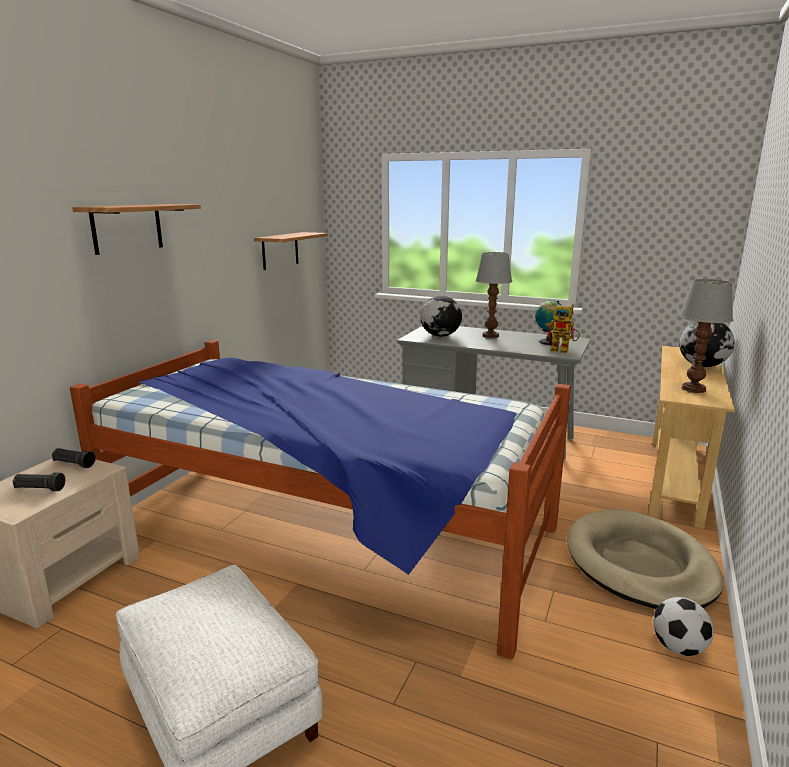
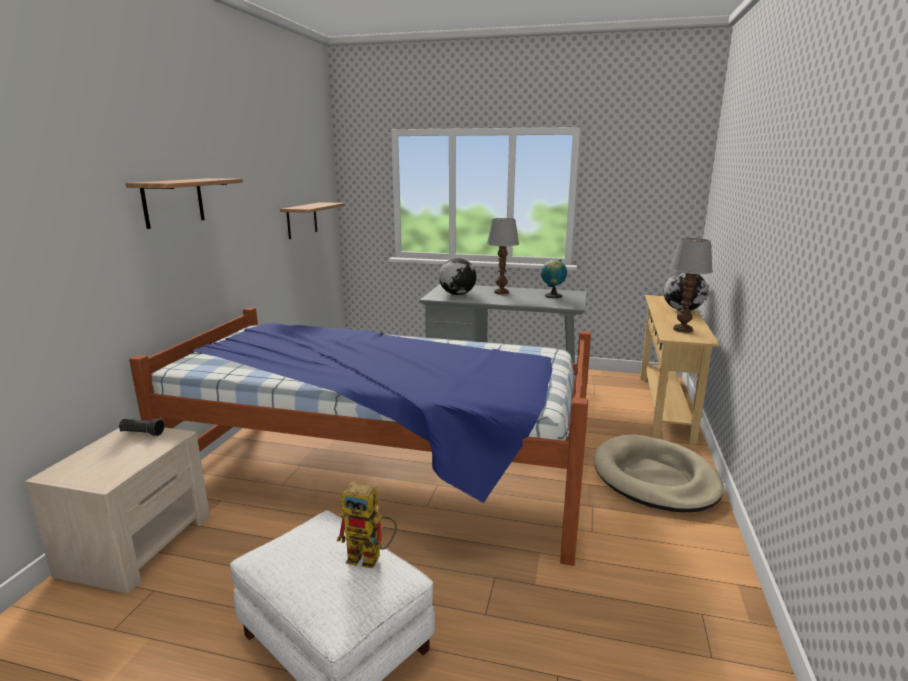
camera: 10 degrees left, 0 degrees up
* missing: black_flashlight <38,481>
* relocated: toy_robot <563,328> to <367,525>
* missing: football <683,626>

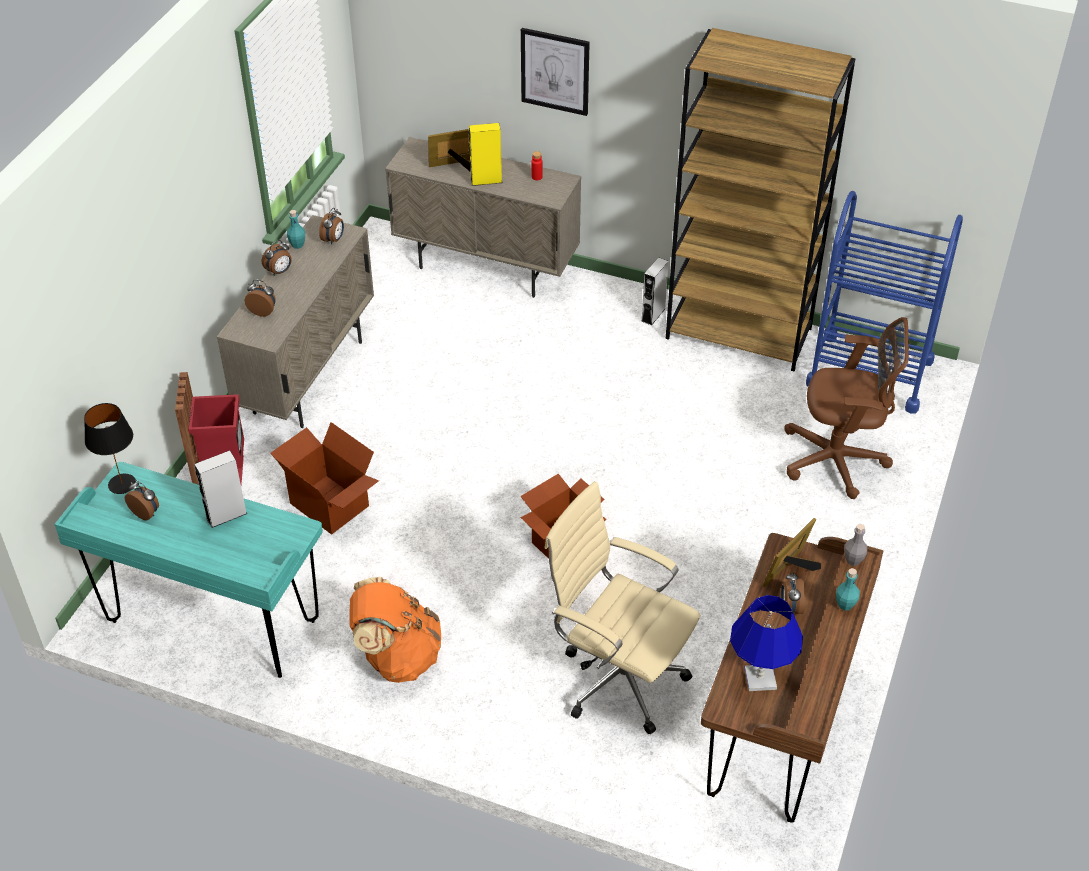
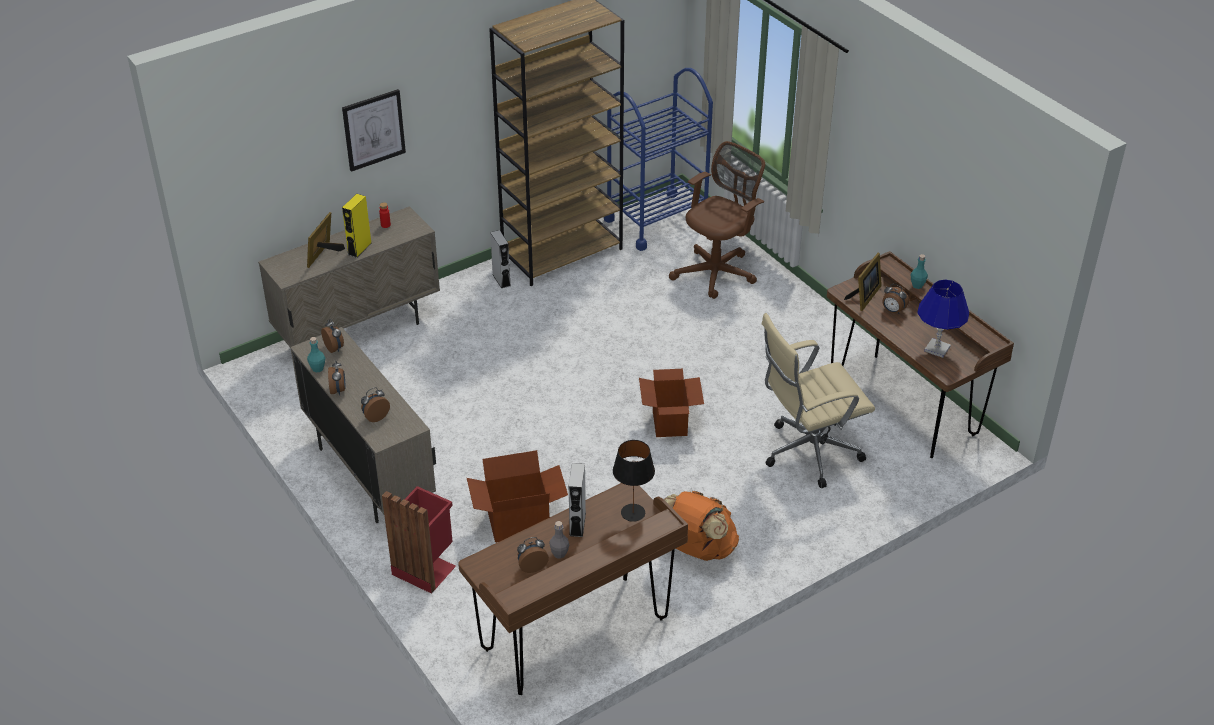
camera: 55 degrees left, 5 degrees down
* colour: turquoise_desk <188,570> to brown_desk <573,589>
* relocated: black_table_lamp <110,448> to <634,481>
* spun: picture_frame <792,553> = <863,282> 135 degrees counterclockwise
* relocated: grey_bottle <856,545> to <559,540>

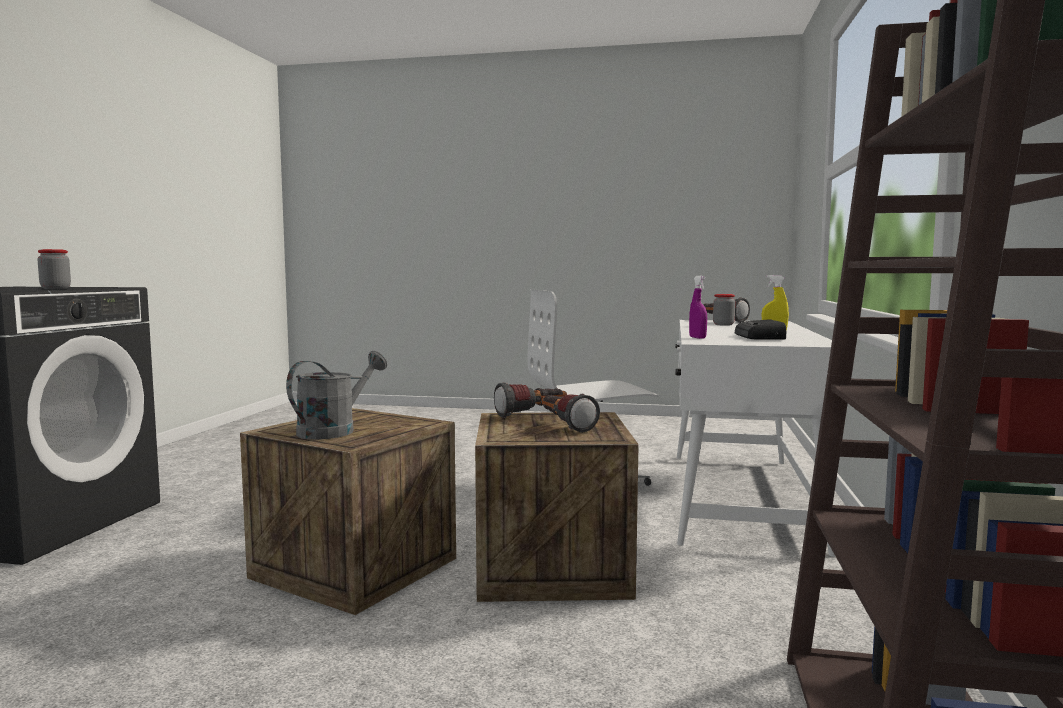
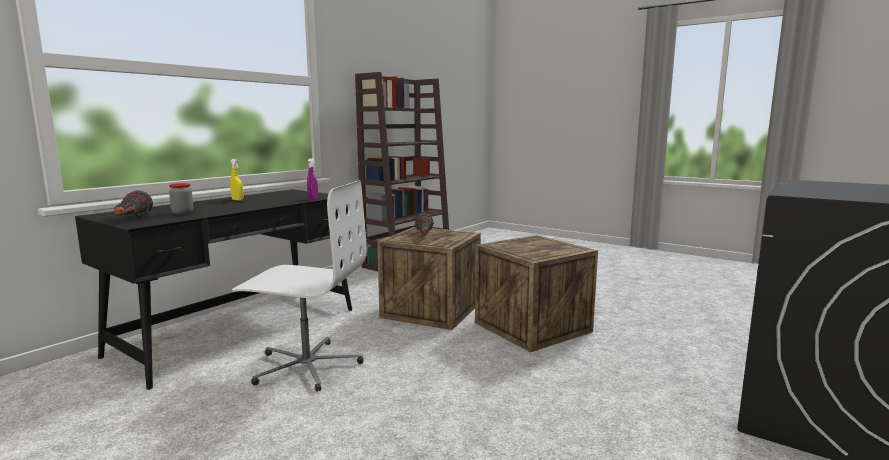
camera: 155 degrees left, 5 degrees up
* missing: jar <54,269>
* missing: grey_watering_can <336,395>
* missing: flashlight <530,400>
* colour: white_desk <755,438> to black_desk <213,289>
* missing: radio <760,329>

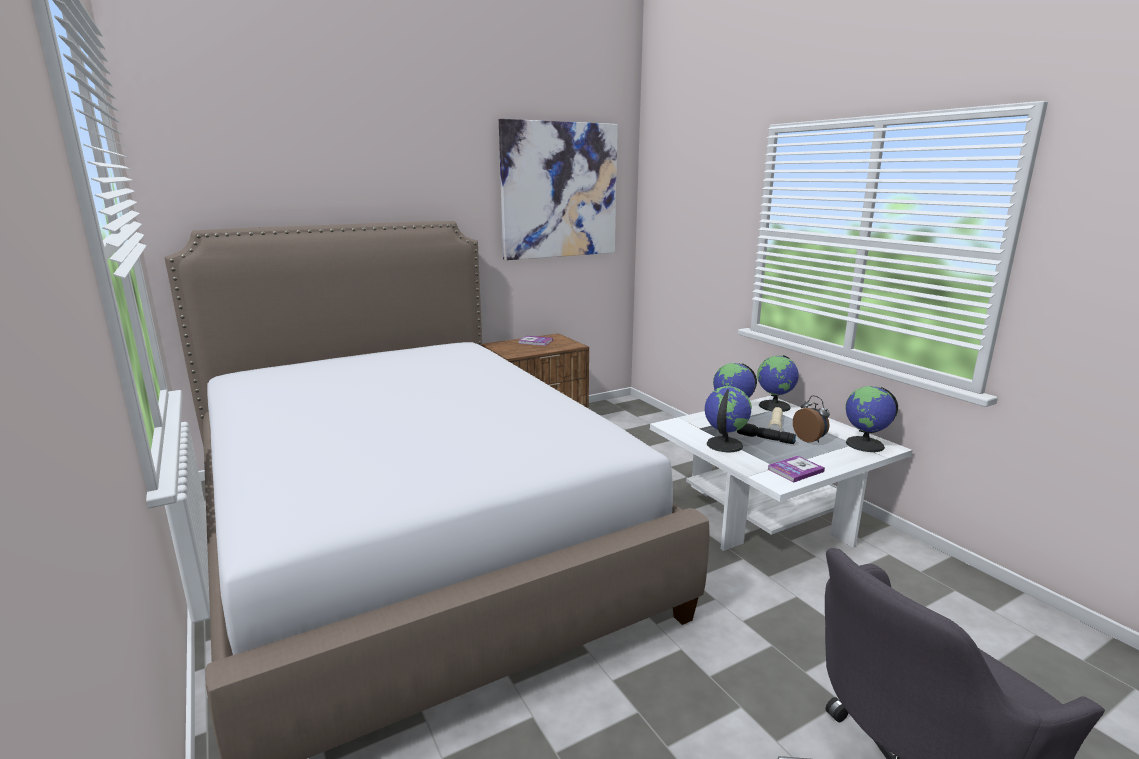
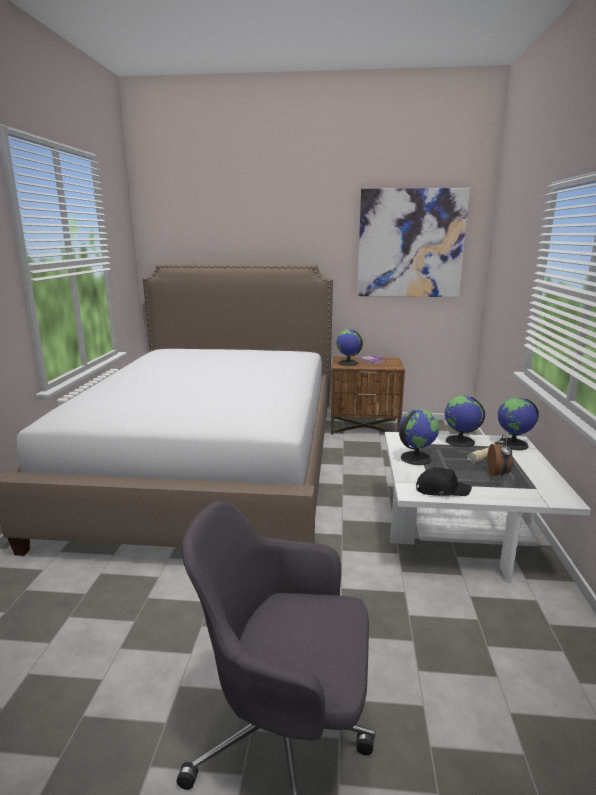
camera: 35 degrees right, 0 degrees up
* missing: black_flashlight <766,433>
* exchanged: book <796,469> to black_cap <444,482>
* relocated: globe <871,419> to <349,348>

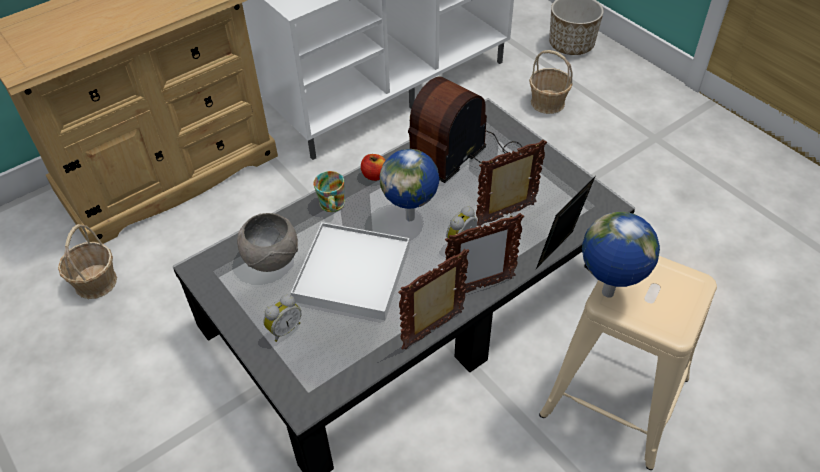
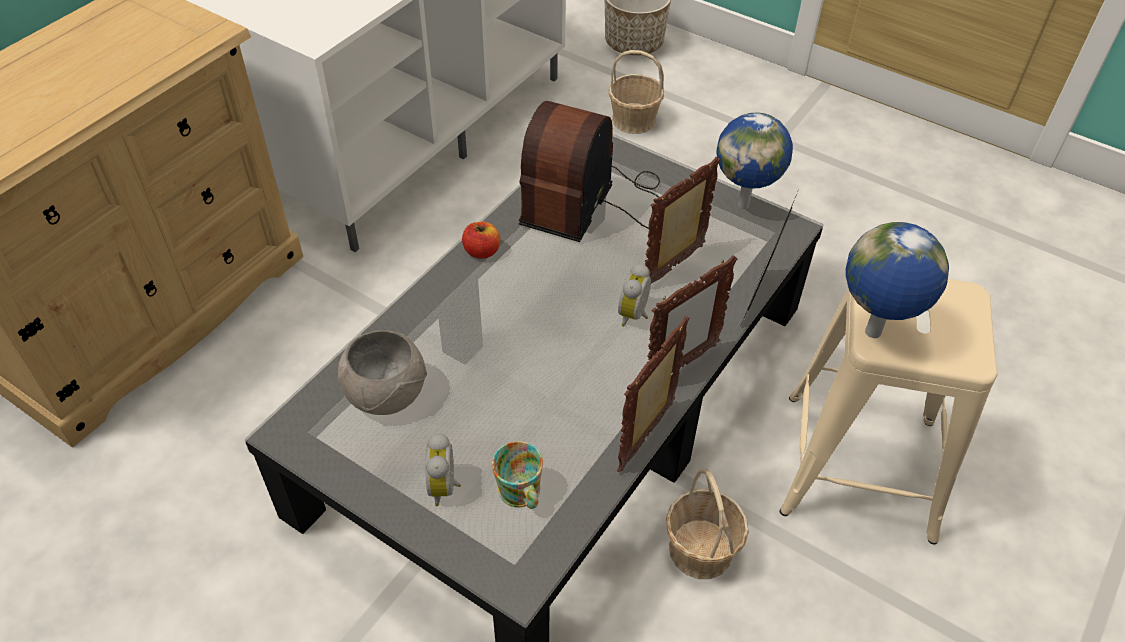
camera: 20 degrees left, 0 degrees up
* relocated: basket <87,261> to <707,524>
* spun: alarm_clock <282,318> = <443,469> 150 degrees clockwise
* missing: white_tray <350,271>
* relocated: mug <329,191> to <517,475>
* relocated: globe <409,185> to <754,160>

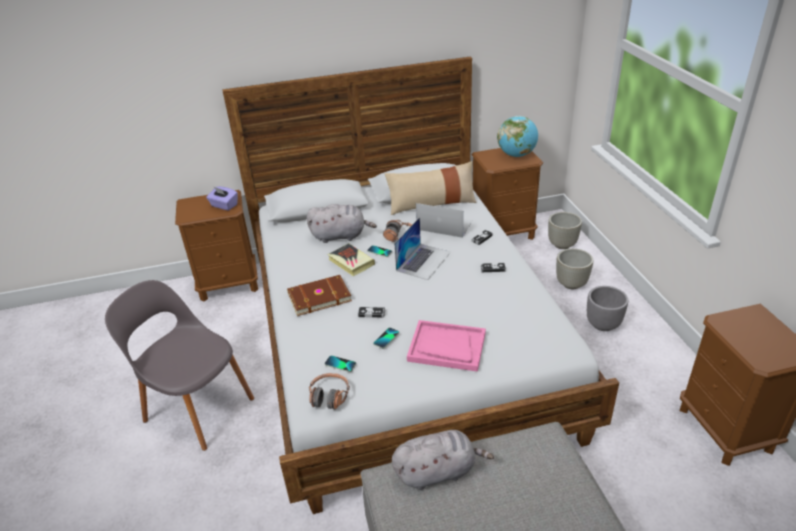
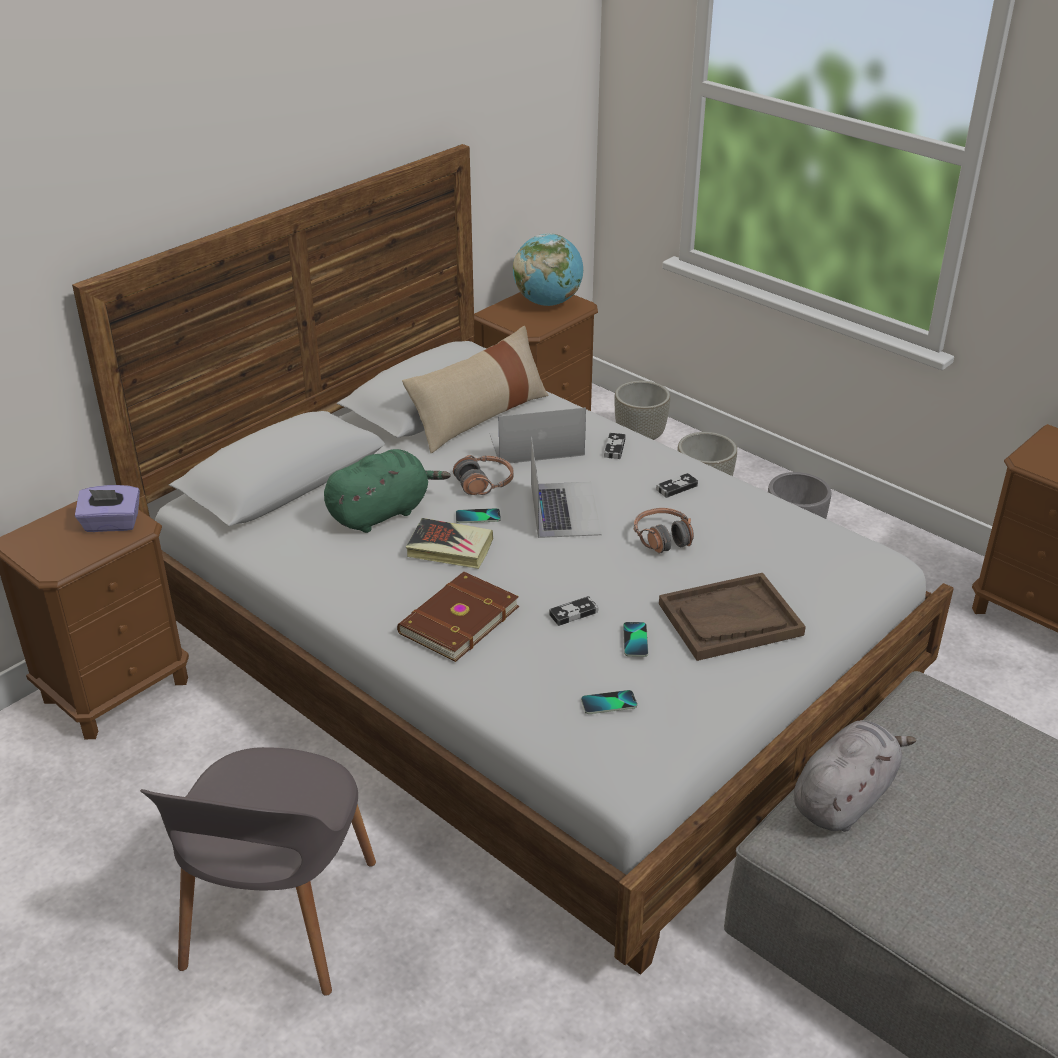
camera: 35 degrees left, 0 degrees up
* spun: grey_chair <179,365> = <258,871> 75 degrees counterclockwise
* colour: grey_plush_toy <342,223> to green_plush_toy <387,491>
* relocated: headphones <329,391> to <664,530>
* colour: pink_tray <446,346> to brown_tray <732,617>

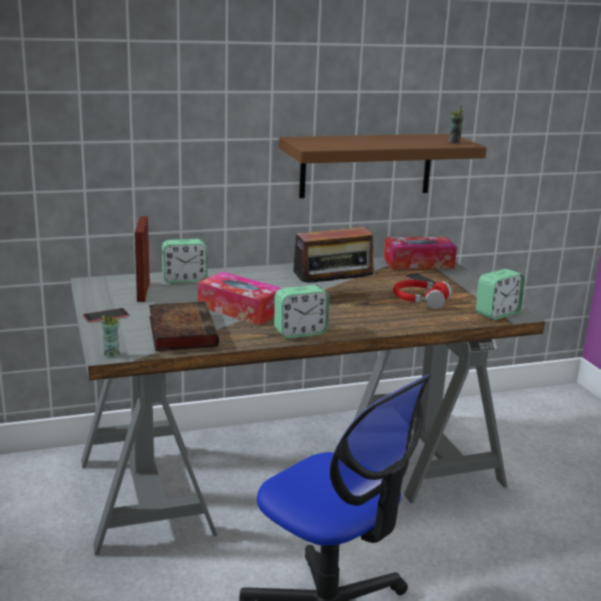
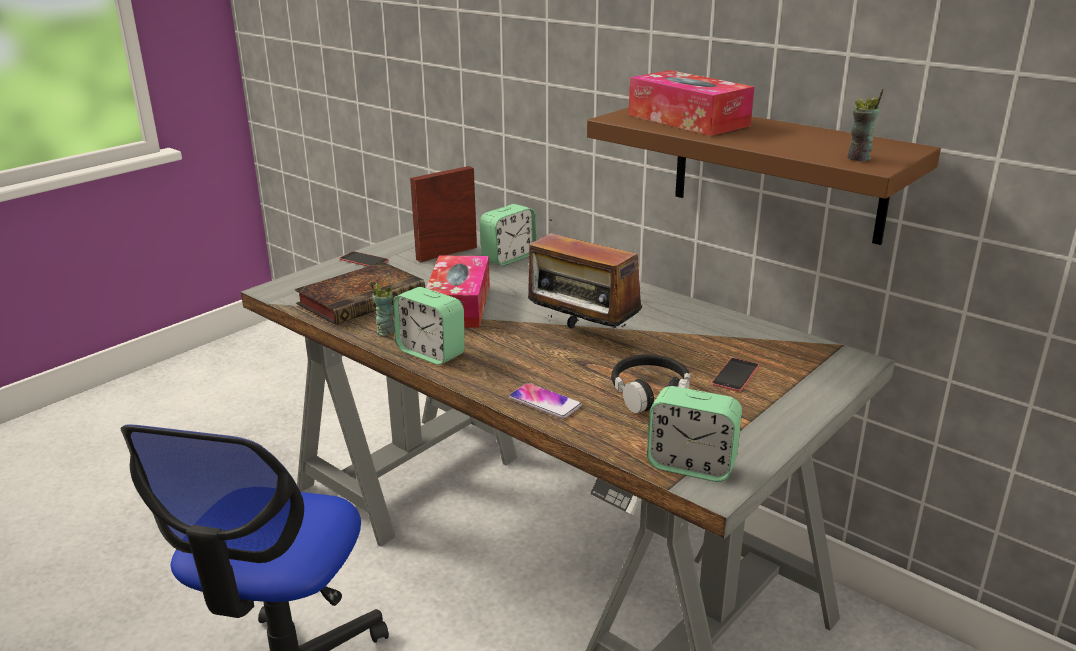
camera: 60 degrees right, 5 degrees up
* relocated: cup <110,336> to <382,309>
* spun: alarm_clock <185,261> = <508,234> 90 degrees counterclockwise
* relocated: tissue_box <420,253> to <691,103>
* colour: red_headphones <422,294> to black_headphones <650,383>
* appeared: phone <545,401>

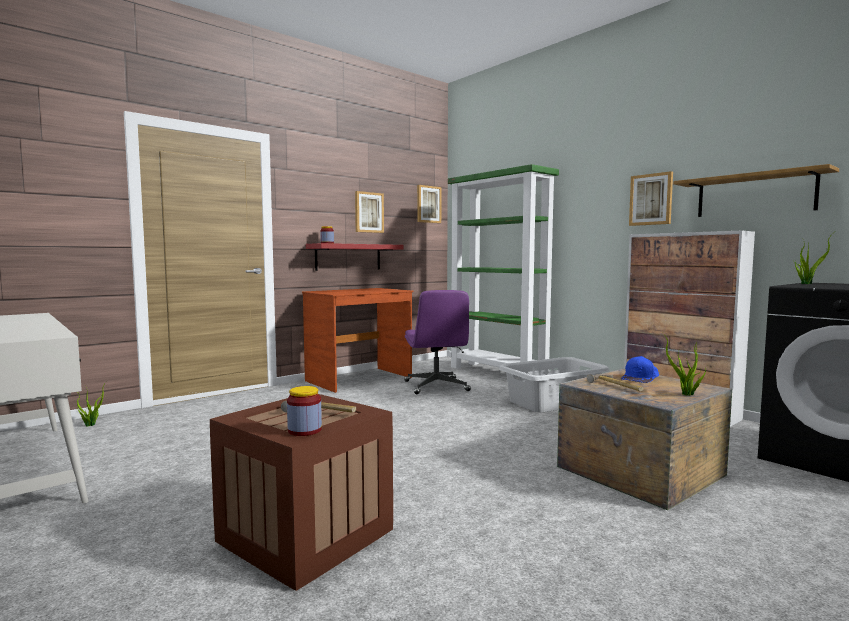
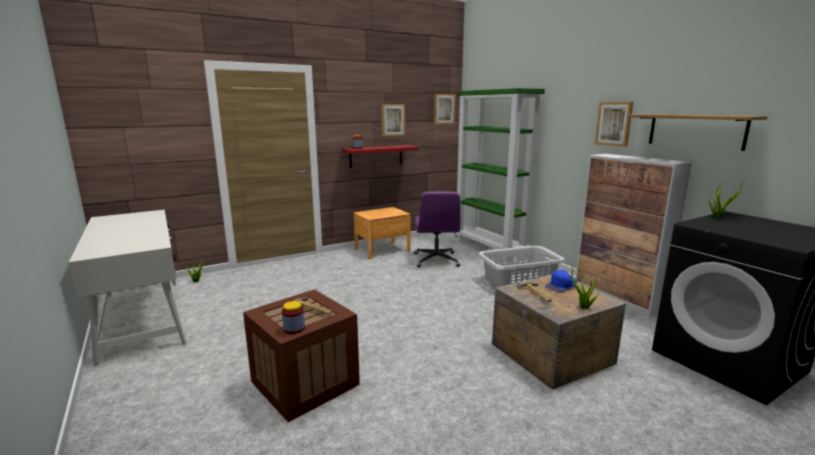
camera: 10 degrees right, 10 degrees up
* exchanged: brown_desk <357,340> to brown_nightstand <382,233>

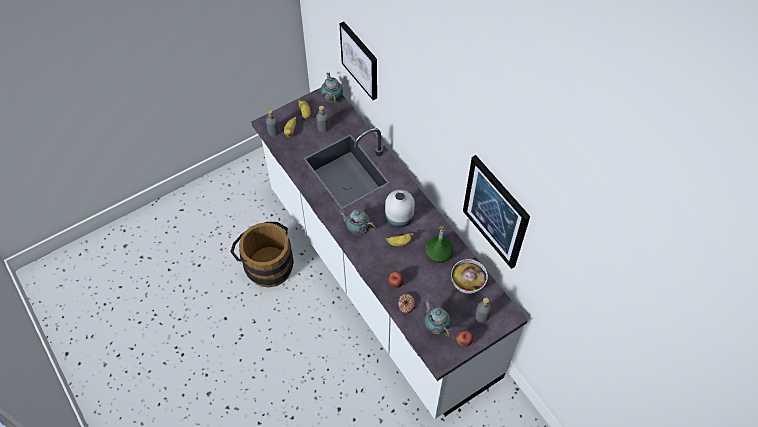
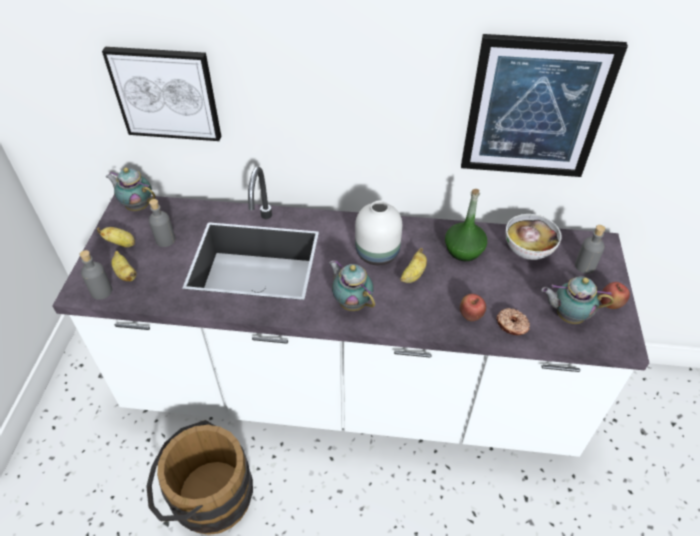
camera: 50 degrees left, 10 degrees down
* spun: teapot <357,222> = <352,285> 75 degrees clockwise

